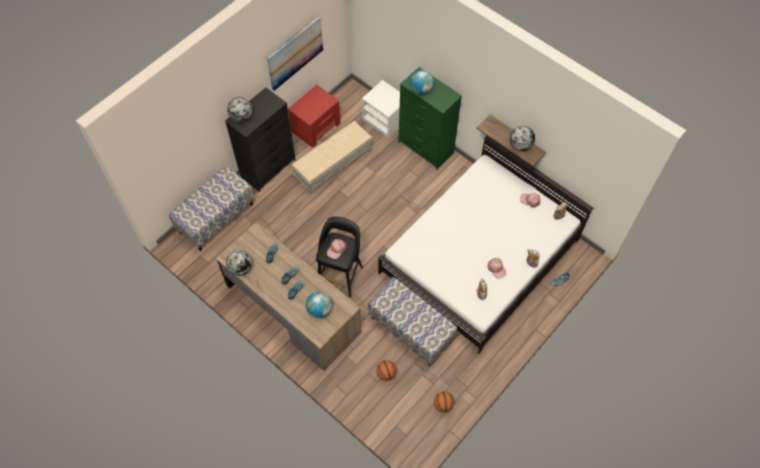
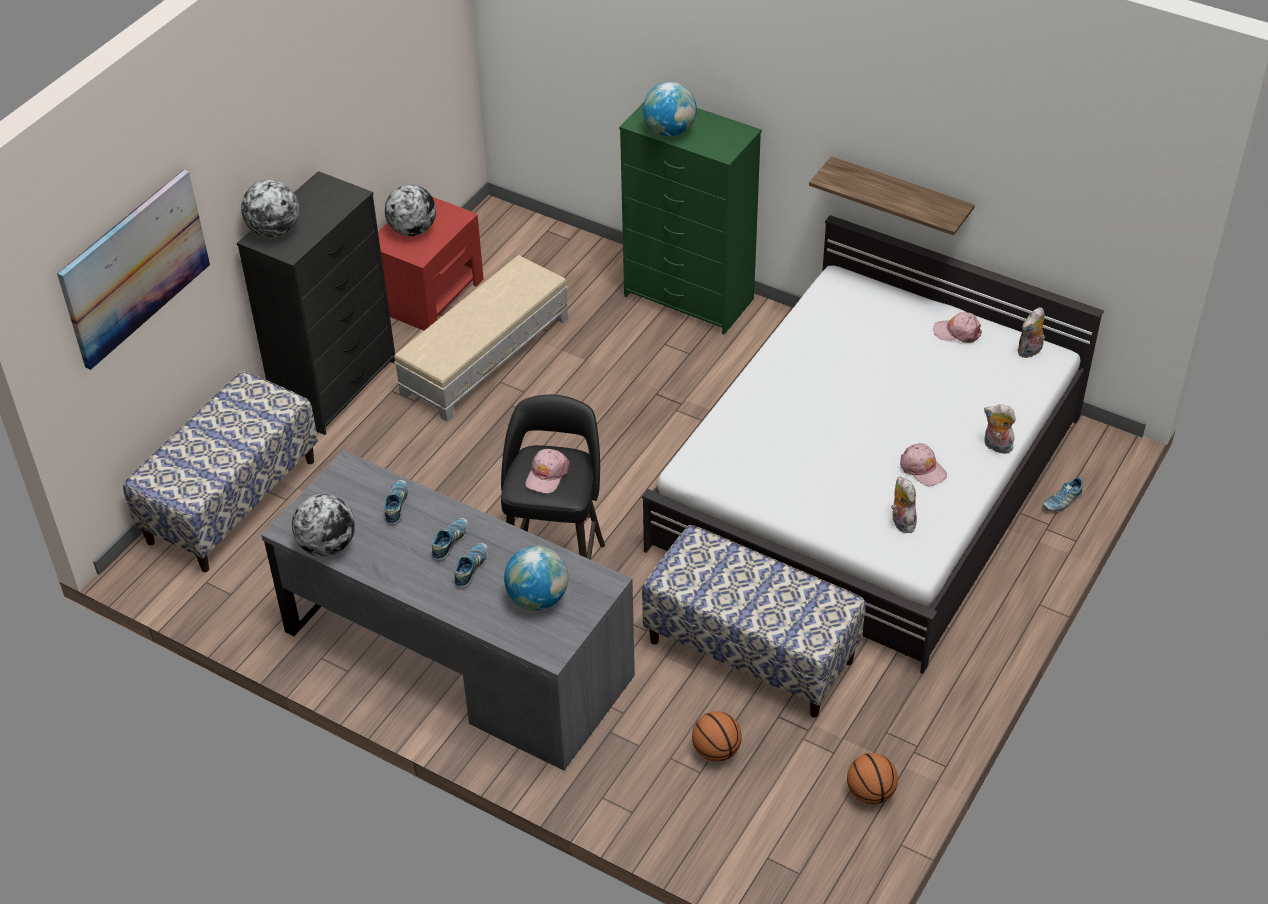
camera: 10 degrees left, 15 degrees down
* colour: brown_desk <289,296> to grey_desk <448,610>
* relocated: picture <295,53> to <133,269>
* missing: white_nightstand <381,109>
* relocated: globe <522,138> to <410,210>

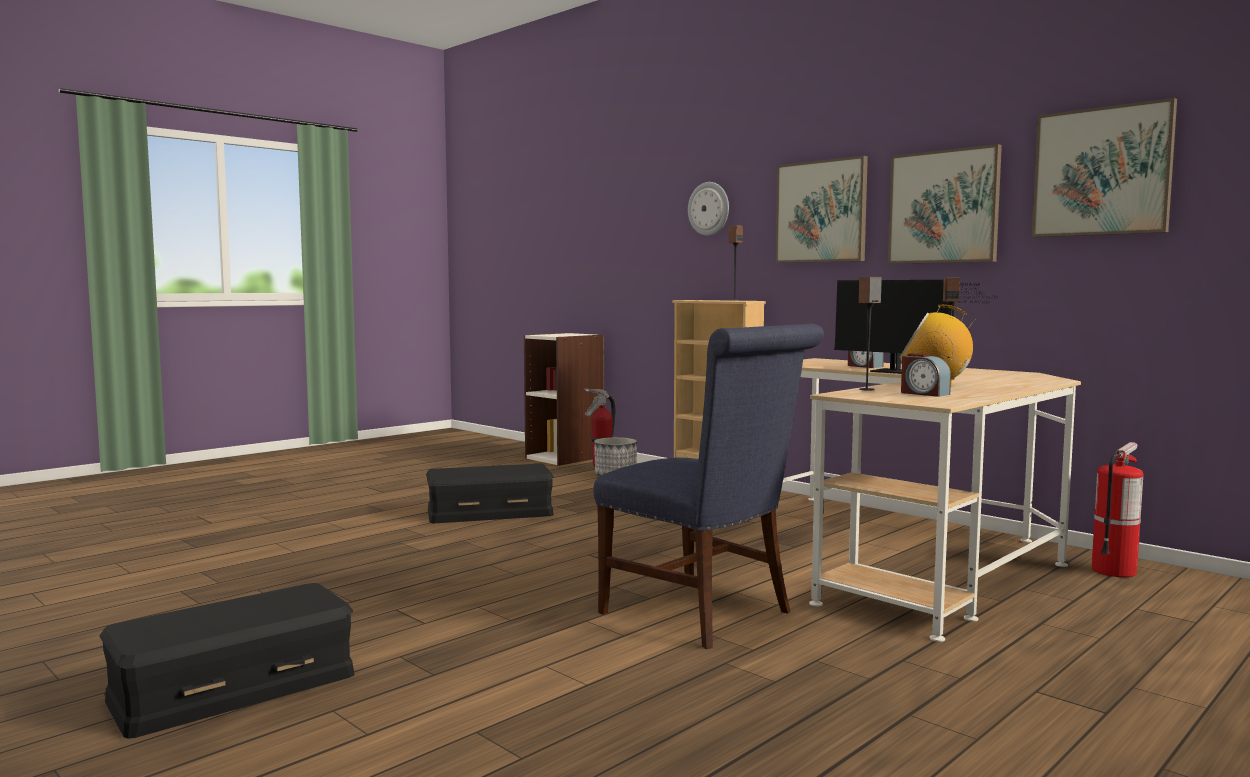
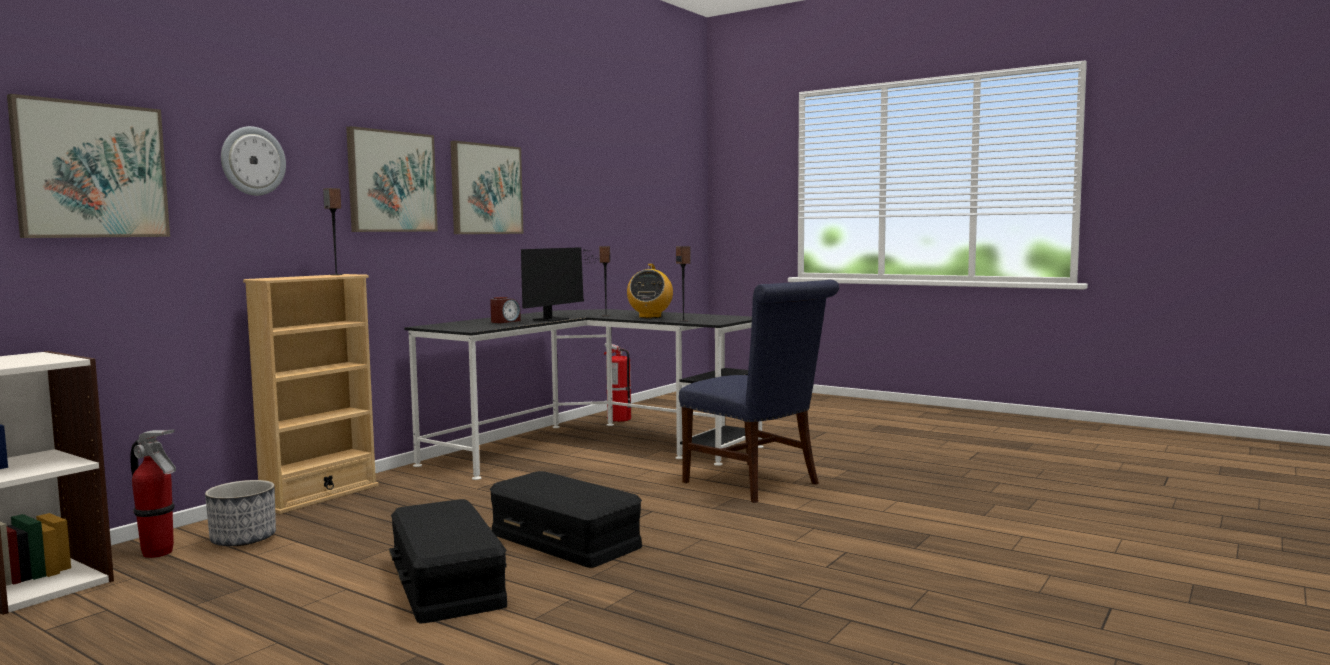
camera: 100 degrees left, 0 degrees up
* relocated: black_storage_box <226,661> to <565,519>
* spun: blue_chair <708,486> = <759,391> 105 degrees clockwise
* colour: beige_desk <932,500> to black_desk <584,394>
* missing: alarm_clock <926,375>
* relocated: picture <1104,167> to <88,166>

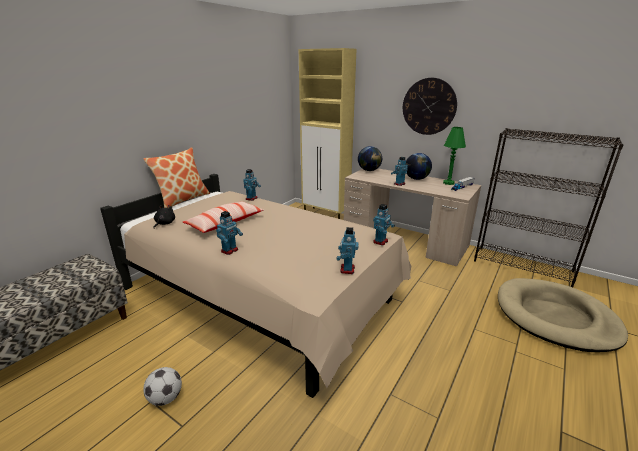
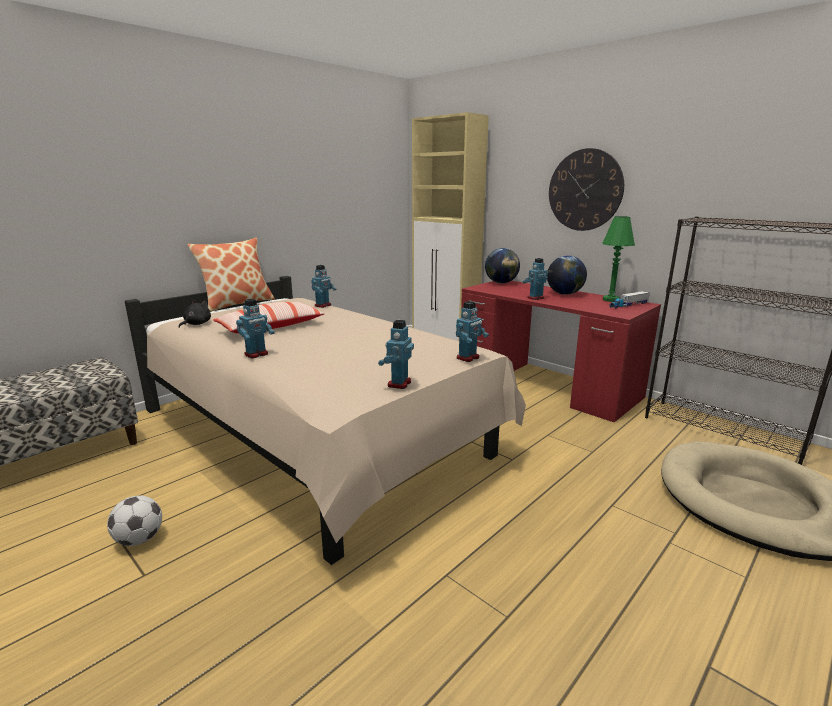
camera: 10 degrees right, 5 degrees down
* colour: beige_desk <412,217> to red_desk <561,351>

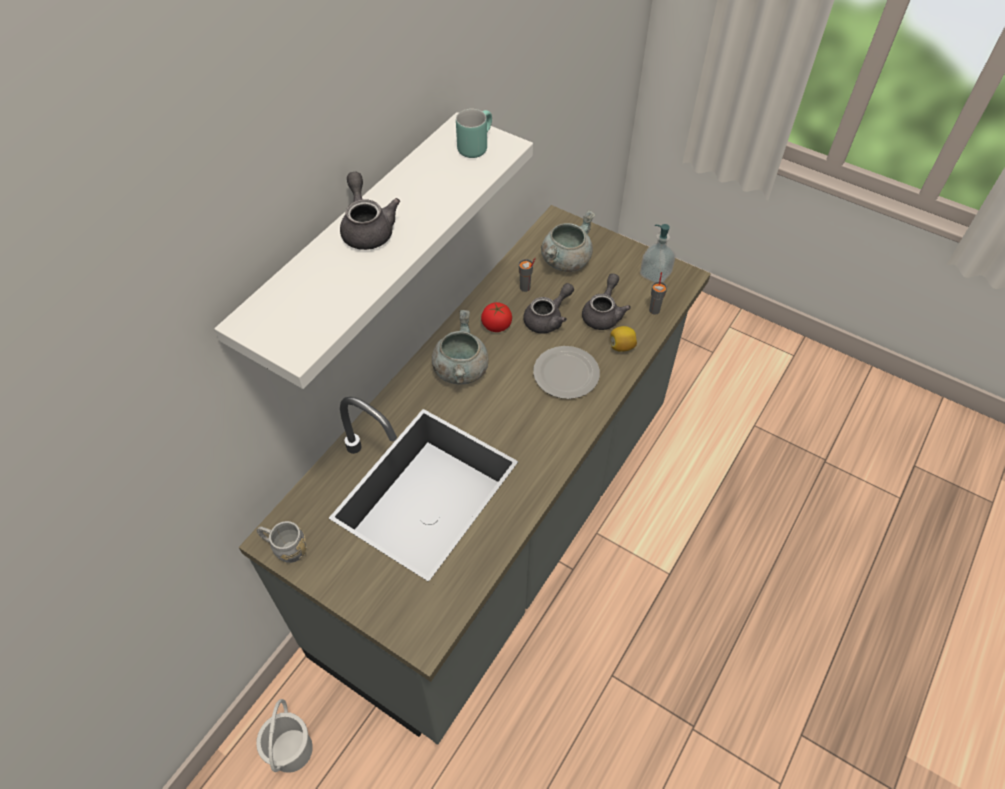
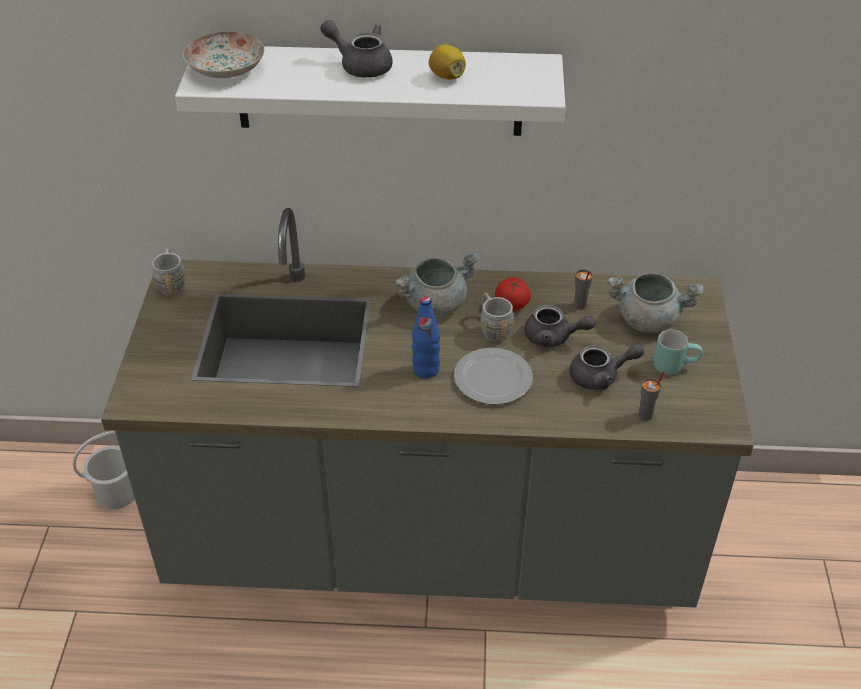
camera: 60 degrees right, 10 degrees down
* spun: grey_teapot <370,211> = <356,49> 105 degrees counterclockwise
* relocated: turquoise_mug <474,133> to <678,352>
* relocated: lemon <623,339> to <447,62>
* missing: soap_dispenser <658,253>
* appeared: plate <224,55>
* appeared: blue_bottle <426,337>
* appeared: grey_mug <497,317>

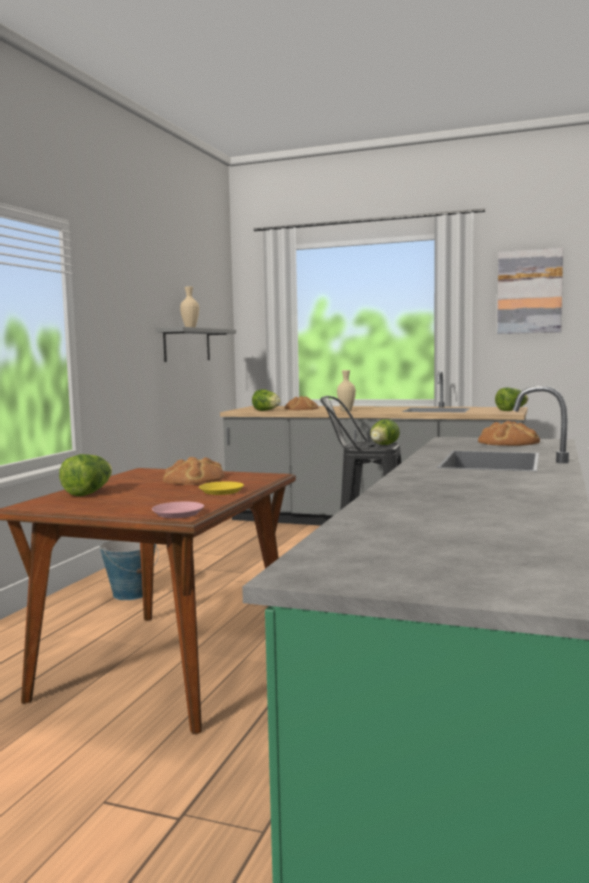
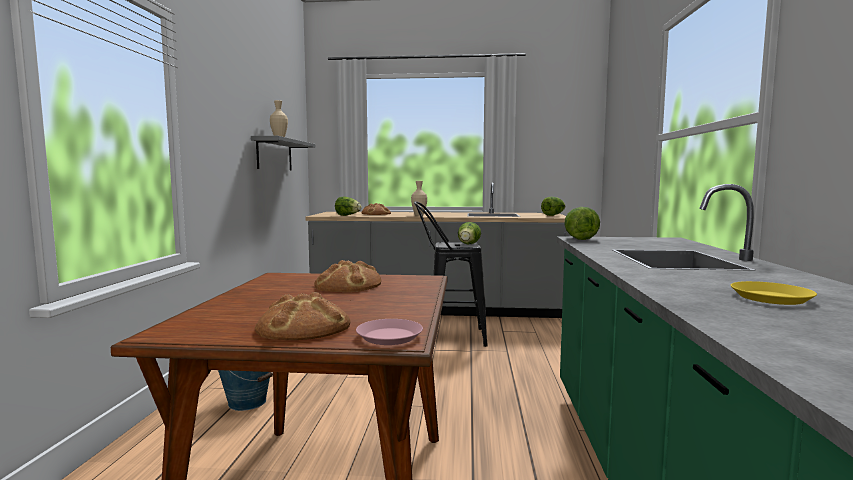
camera: 15 degrees left, 0 degrees up
* relocated: lettuce <85,475> to <582,223>
* relocated: yellow_plate <221,488> to <774,293>
* relocated: bread <509,433> to <303,316>
* missing: picture <530,291>

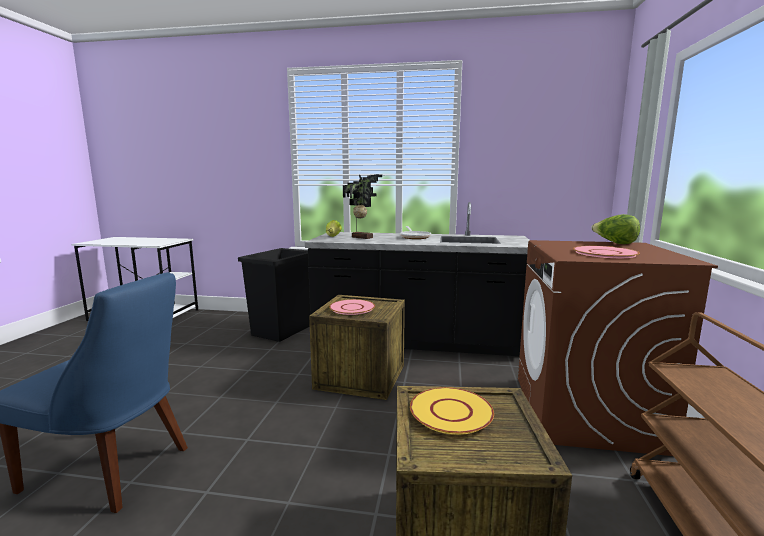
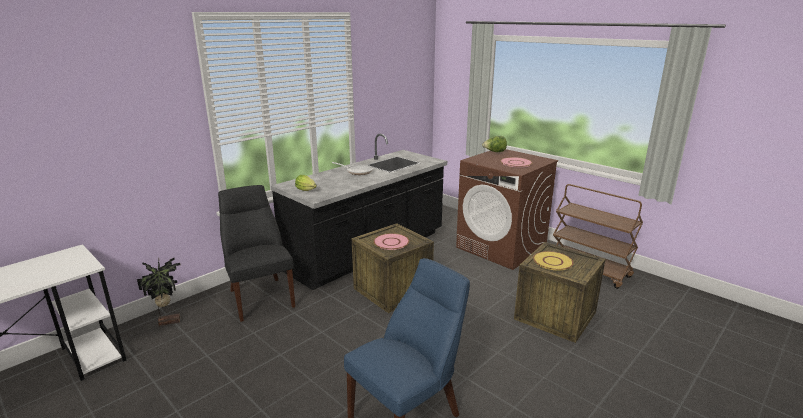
camera: 55 degrees left, 10 degrees up
* exchanged: black_trash_can <274,295> to black_chair <256,253>
* relocated: potted_plant <362,206> to <158,292>

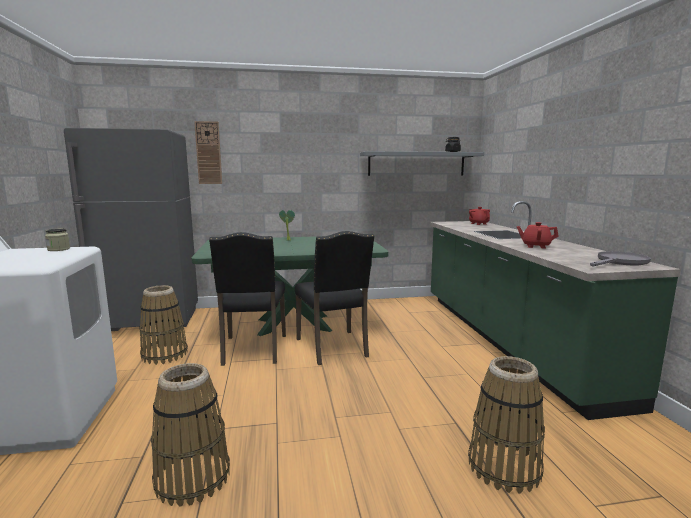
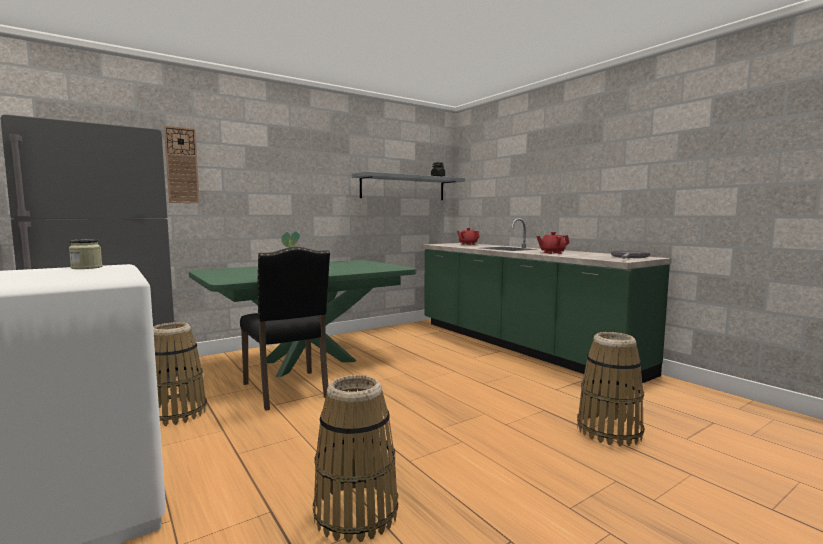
camera: 25 degrees left, 5 degrees down
* missing: black_chair <334,298>

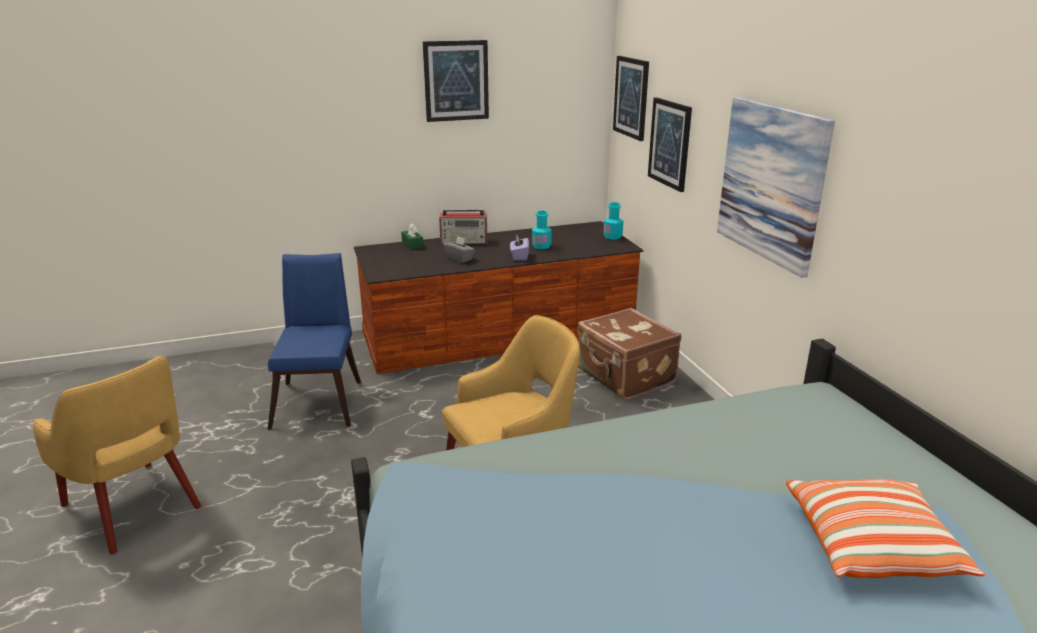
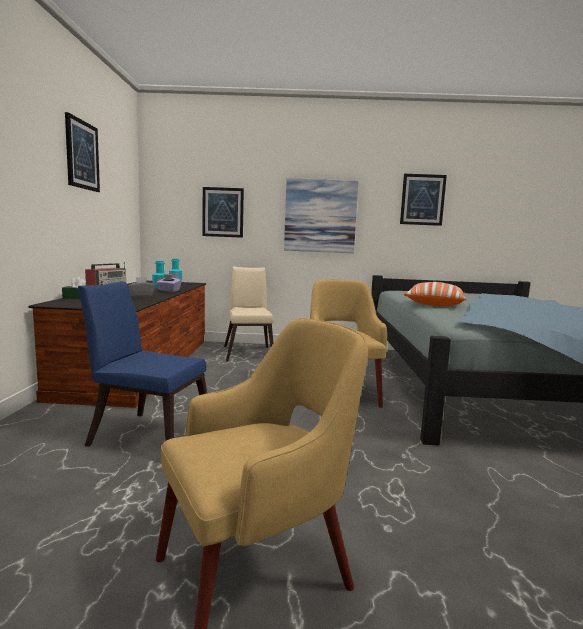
camera: 70 degrees left, 15 degrees down
* exchanged: brown_suitcase <629,354> to beige_chair <249,313>
* relocated: picture <631,98> to <423,200>
* relocated: pillow <885,528> to <435,294>

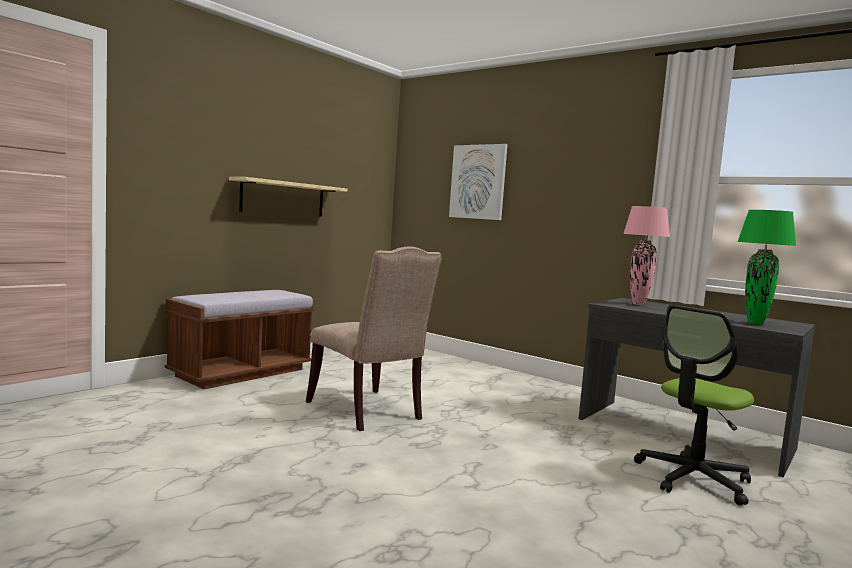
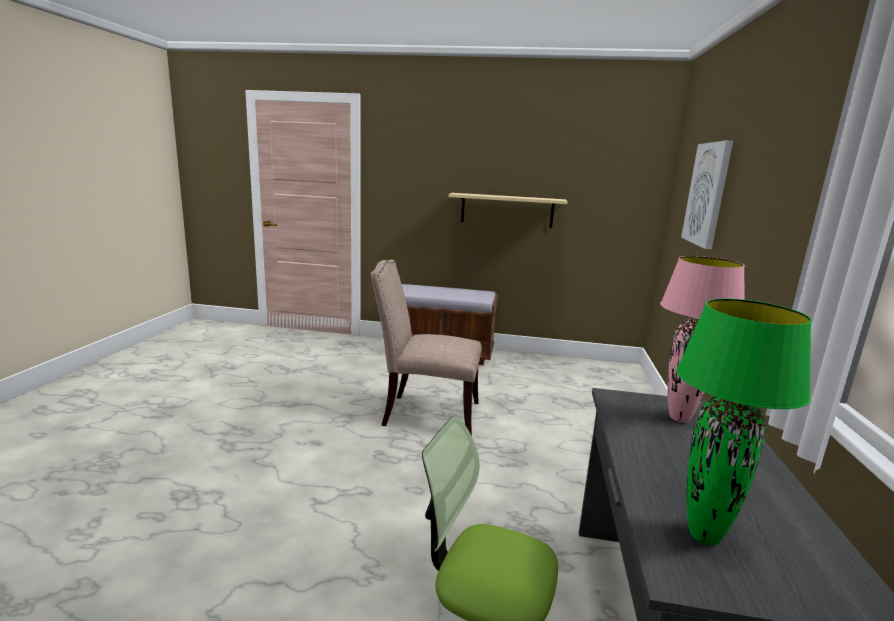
camera: 60 degrees right, 10 degrees up
* spun: beige_chair <374,338> = <426,347> 75 degrees clockwise

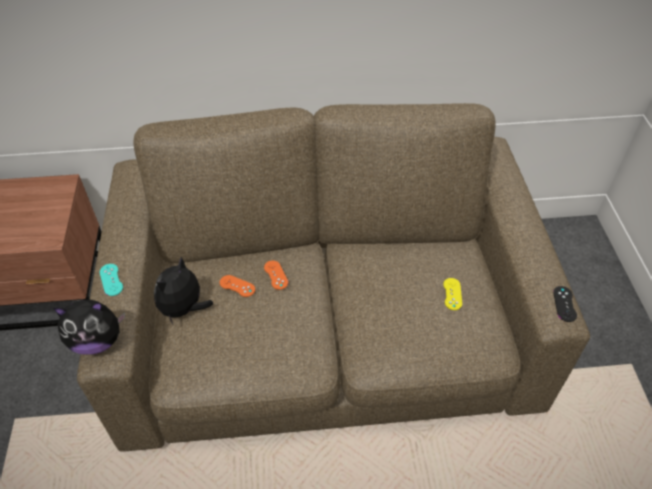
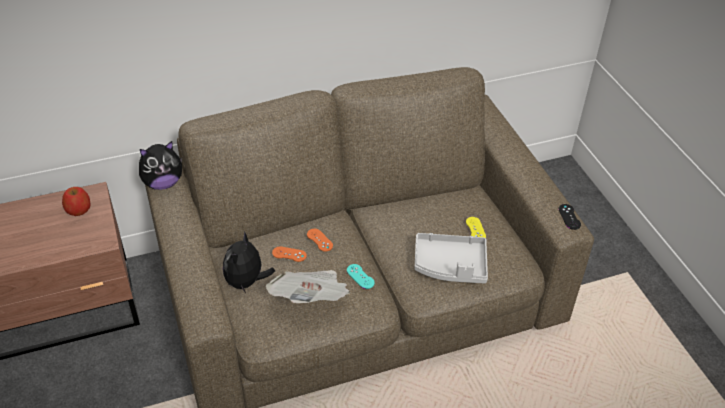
camera: 15 degrees left, 5 degrees down
* relocated: plush_toy <89,327> to <160,165>
* relocated: turquoise_game_controller <111,280> to <361,276>
* appeared: apple <76,201>
* appeared: newspaper <308,286>
* appeared: grey_tray <451,258>

